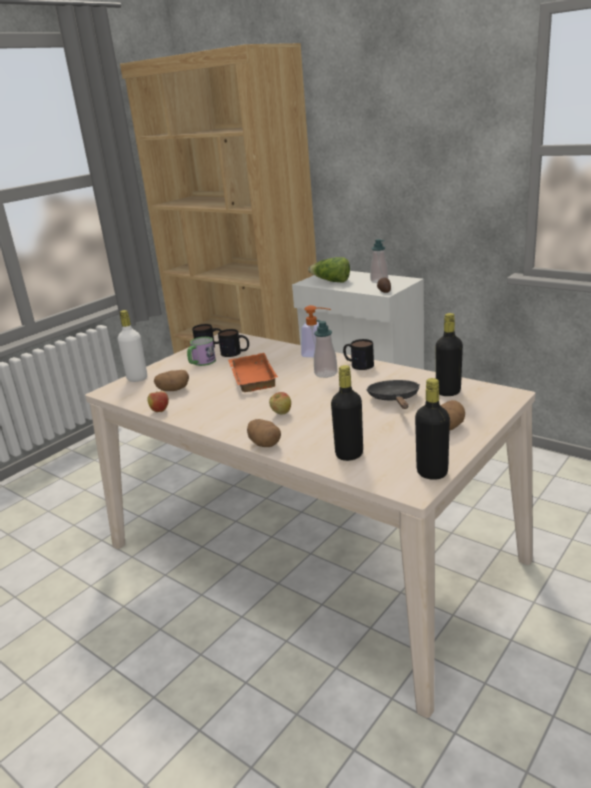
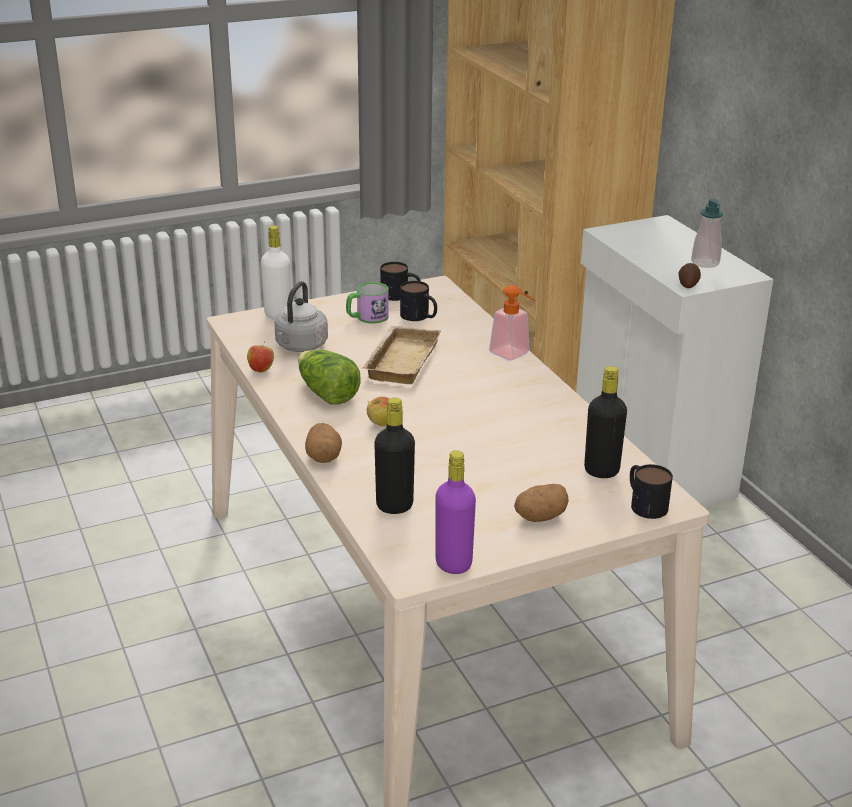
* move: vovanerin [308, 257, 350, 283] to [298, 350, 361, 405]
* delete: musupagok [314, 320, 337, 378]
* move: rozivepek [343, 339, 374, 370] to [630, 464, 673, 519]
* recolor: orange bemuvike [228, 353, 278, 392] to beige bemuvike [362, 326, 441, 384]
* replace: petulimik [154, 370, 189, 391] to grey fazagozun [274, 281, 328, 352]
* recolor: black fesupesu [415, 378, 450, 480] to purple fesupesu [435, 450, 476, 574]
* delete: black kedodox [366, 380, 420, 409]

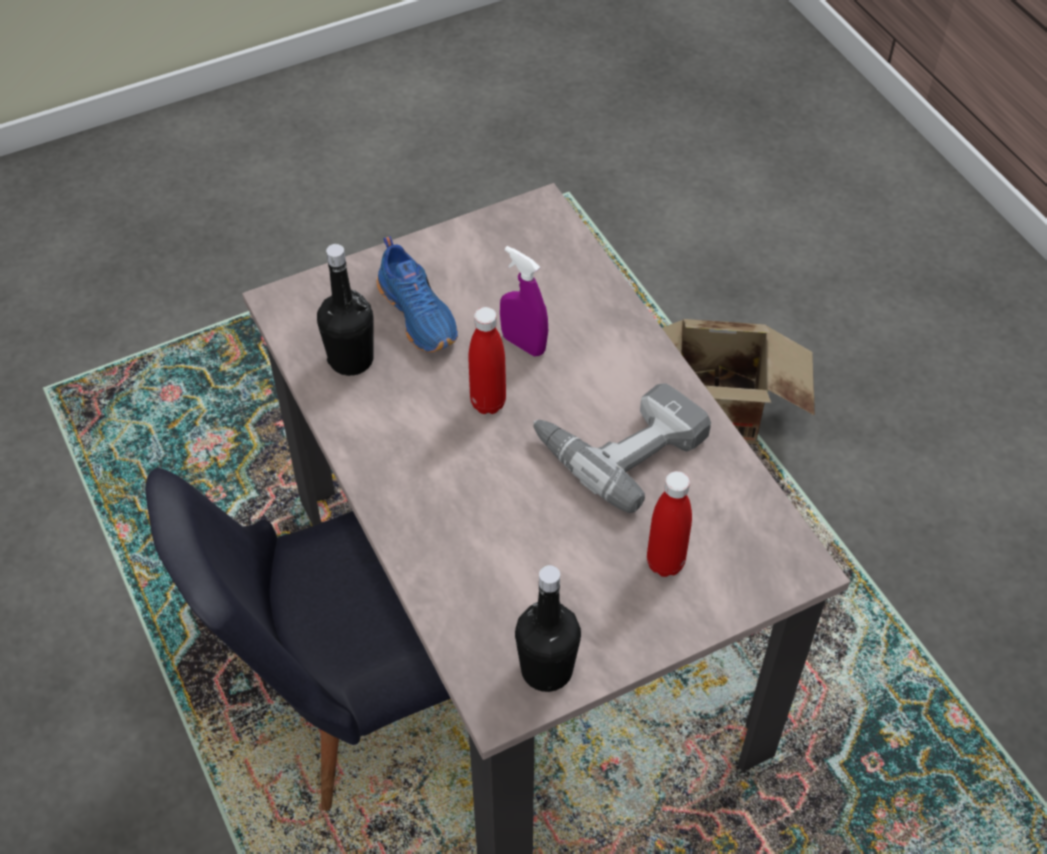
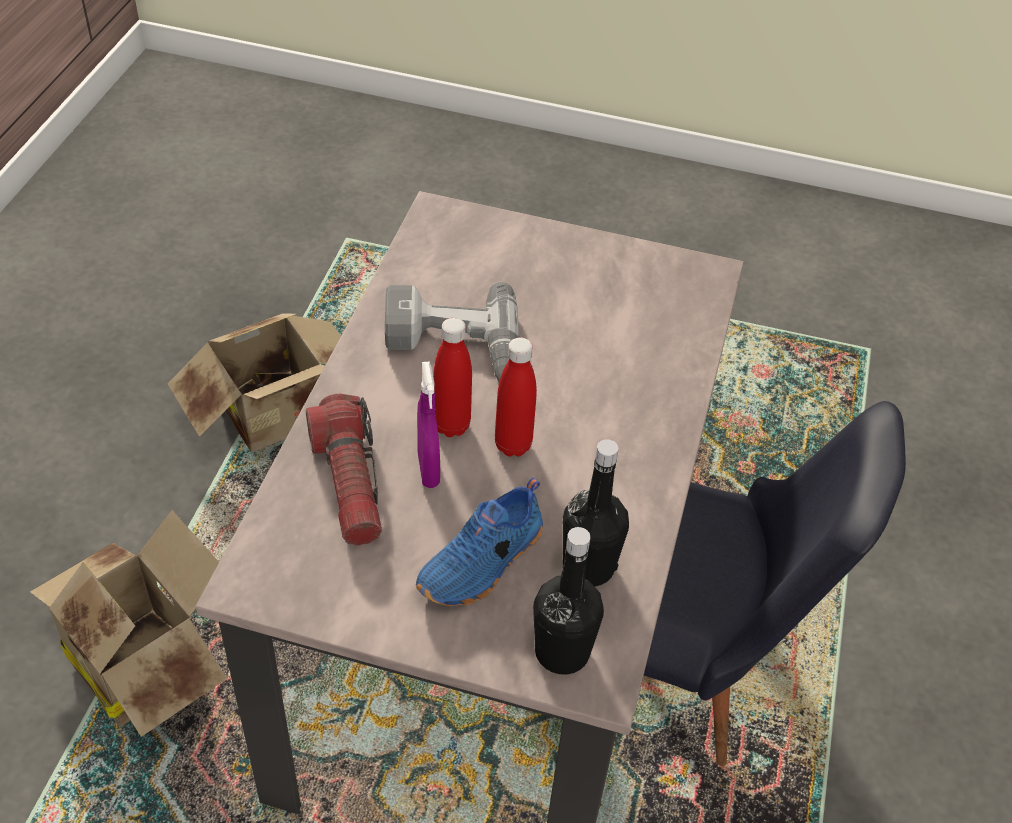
* rotate: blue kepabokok [377, 236, 458, 353] = [416, 478, 543, 606] 150 degrees counterclockwise
* move: red fesupesu [647, 471, 692, 577] to [433, 318, 472, 437]
* move: black fesupesu [515, 565, 581, 692] to [533, 527, 604, 675]
* insert: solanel [167, 313, 341, 453]
* insert: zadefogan [306, 394, 382, 546]

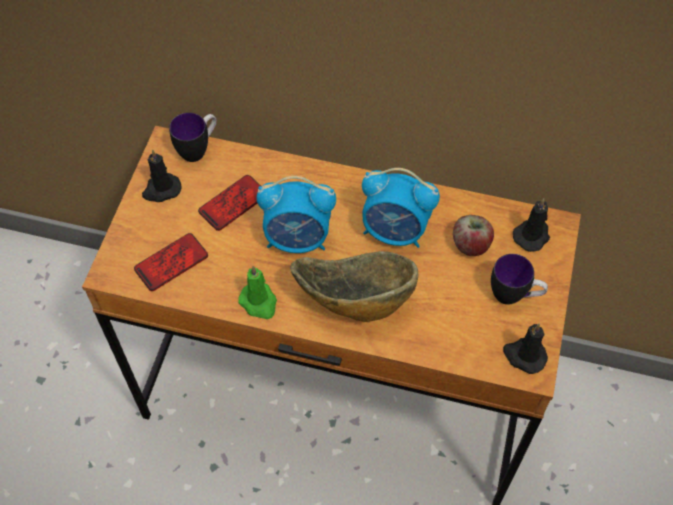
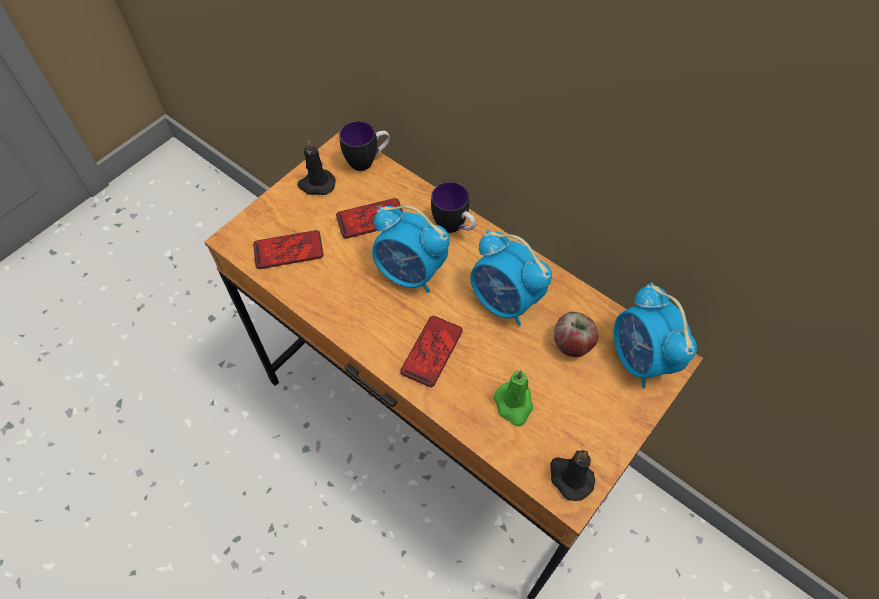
* replace: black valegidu [513, 198, 550, 252] to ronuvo [613, 282, 697, 388]
* replace: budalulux [290, 251, 418, 322] to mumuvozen [400, 316, 463, 387]
* move: rozivepek [491, 254, 548, 305] to [431, 182, 476, 233]
* move: green valegidu [238, 266, 277, 319] to [493, 370, 533, 427]

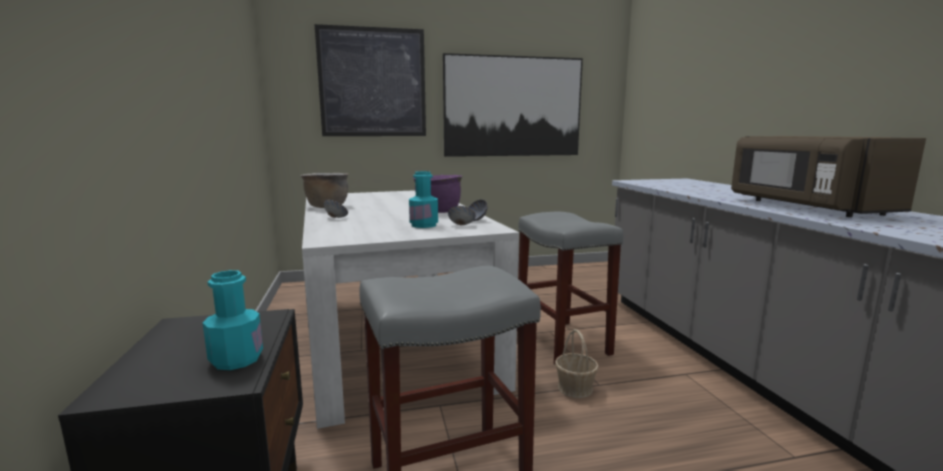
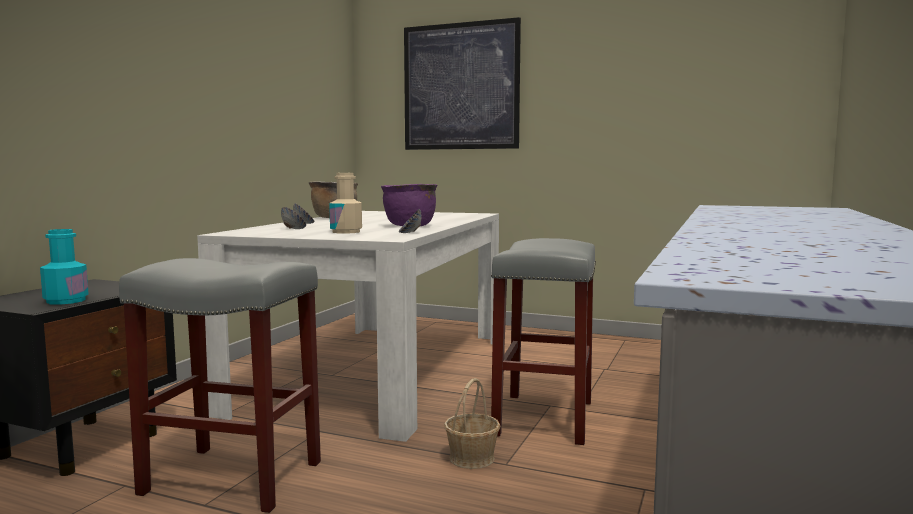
* delete: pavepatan [443, 53, 583, 157]
* delete: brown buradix [731, 136, 926, 217]
* recolor: turquoise fesupesu [409, 171, 438, 228] to beige fesupesu [329, 173, 362, 234]
* move: budalulux [448, 206, 476, 225] to [281, 207, 306, 229]

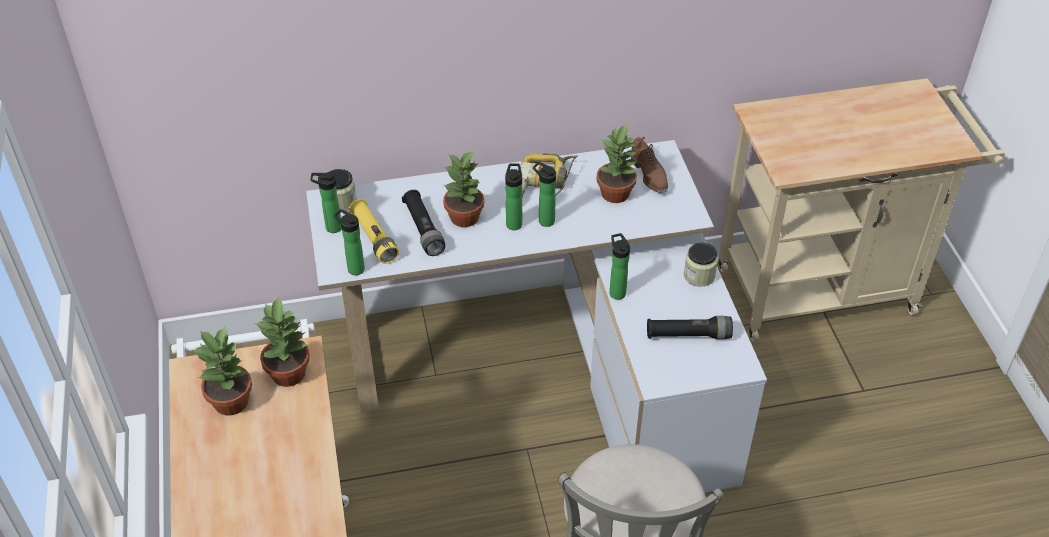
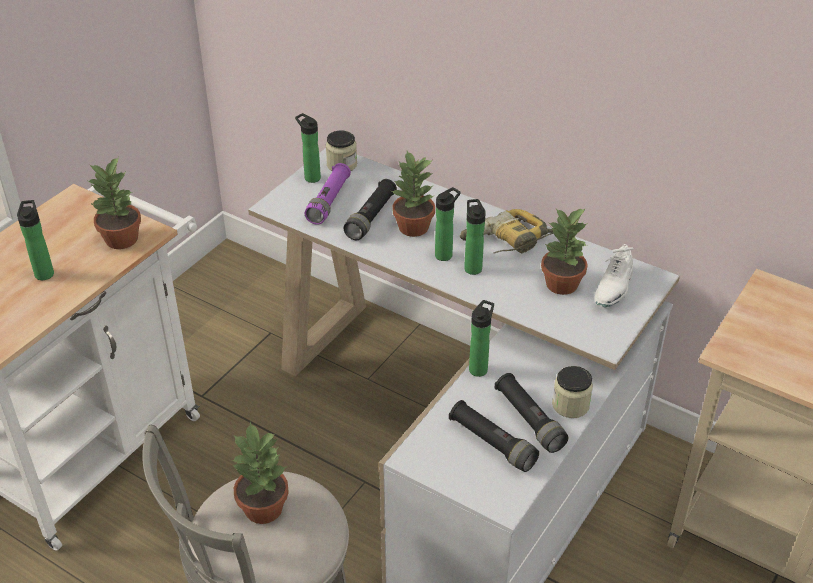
* recolor: brown kepabokok [631, 137, 668, 193] to white kepabokok [595, 244, 633, 308]
* recolor: yellow zadefogan [349, 199, 399, 264] to purple zadefogan [305, 163, 351, 225]
* move: fesupesu [334, 209, 365, 275] to [17, 200, 54, 280]
* move: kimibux [193, 326, 252, 415] to [231, 422, 289, 524]
* insert: black zadefogan [495, 373, 568, 453]

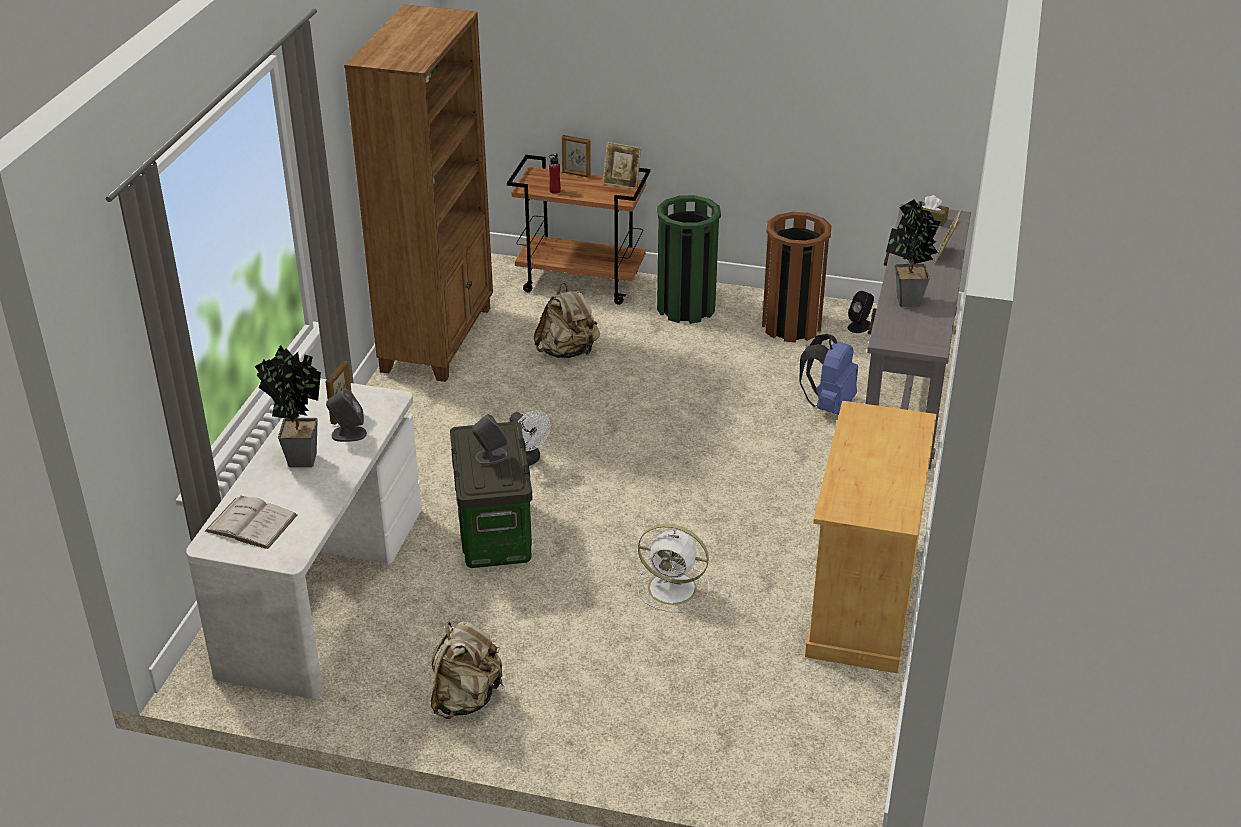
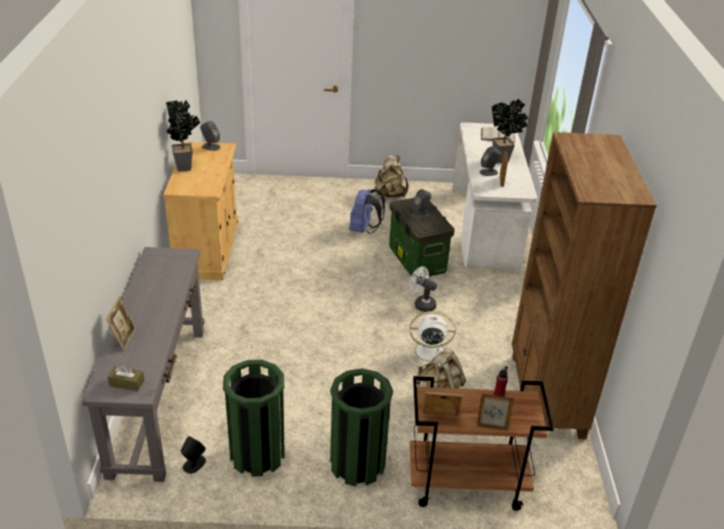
* move: kimibux [886, 200, 941, 307] to [166, 100, 200, 172]
* recolor: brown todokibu [762, 212, 831, 342] to green todokibu [223, 360, 285, 477]
* move: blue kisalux [799, 334, 858, 415] to [349, 189, 385, 234]
* move: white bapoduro [637, 524, 709, 612] to [407, 311, 456, 367]
* insert: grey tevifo [200, 121, 221, 151]

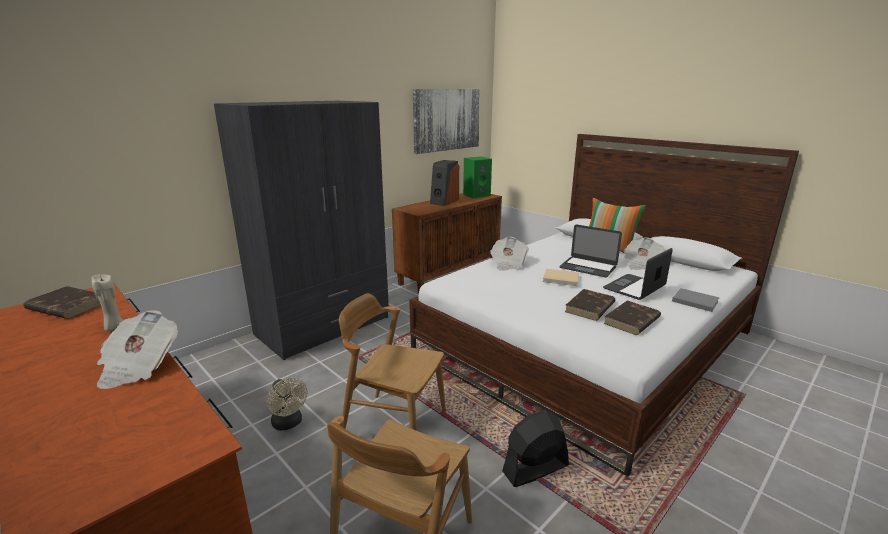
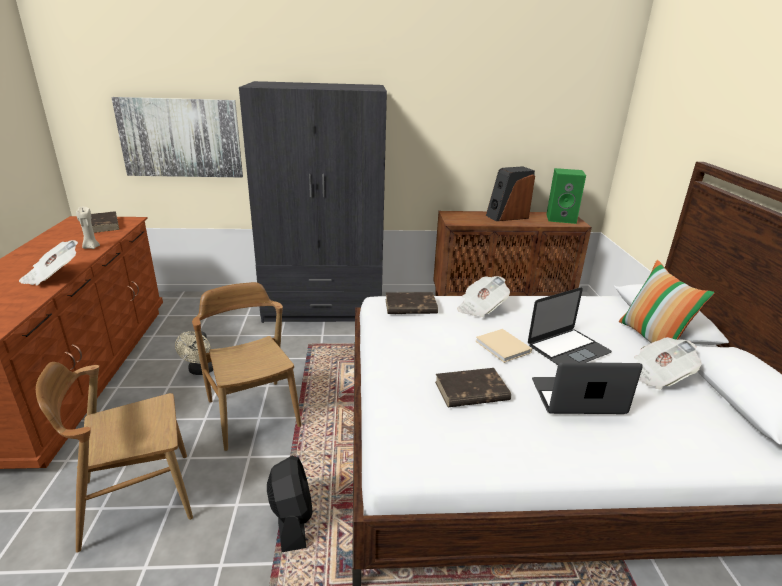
* move: pavepatan [413, 89, 480, 154] to [111, 97, 243, 177]
* rotate: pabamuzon [559, 225, 622, 277] = [528, 287, 612, 365] 105 degrees counterclockwise
* delete: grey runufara [672, 288, 720, 312]
* move: brown runufara [603, 301, 661, 335] to [385, 292, 438, 314]
* rotate: black bapoduro [502, 411, 569, 487] = [267, 456, 313, 552] 60 degrees clockwise

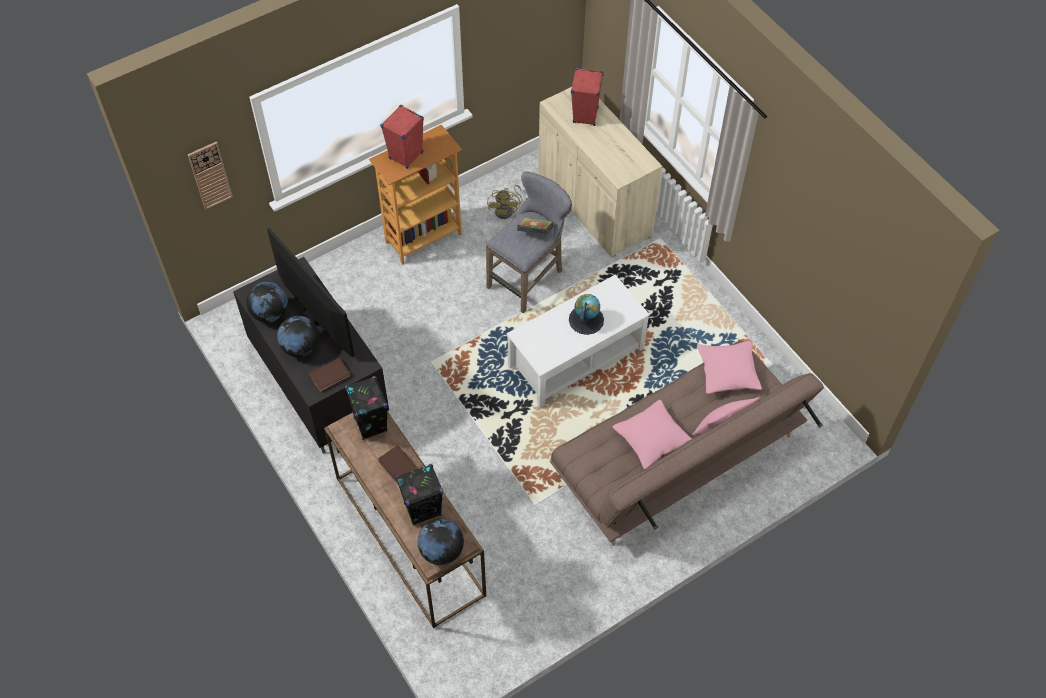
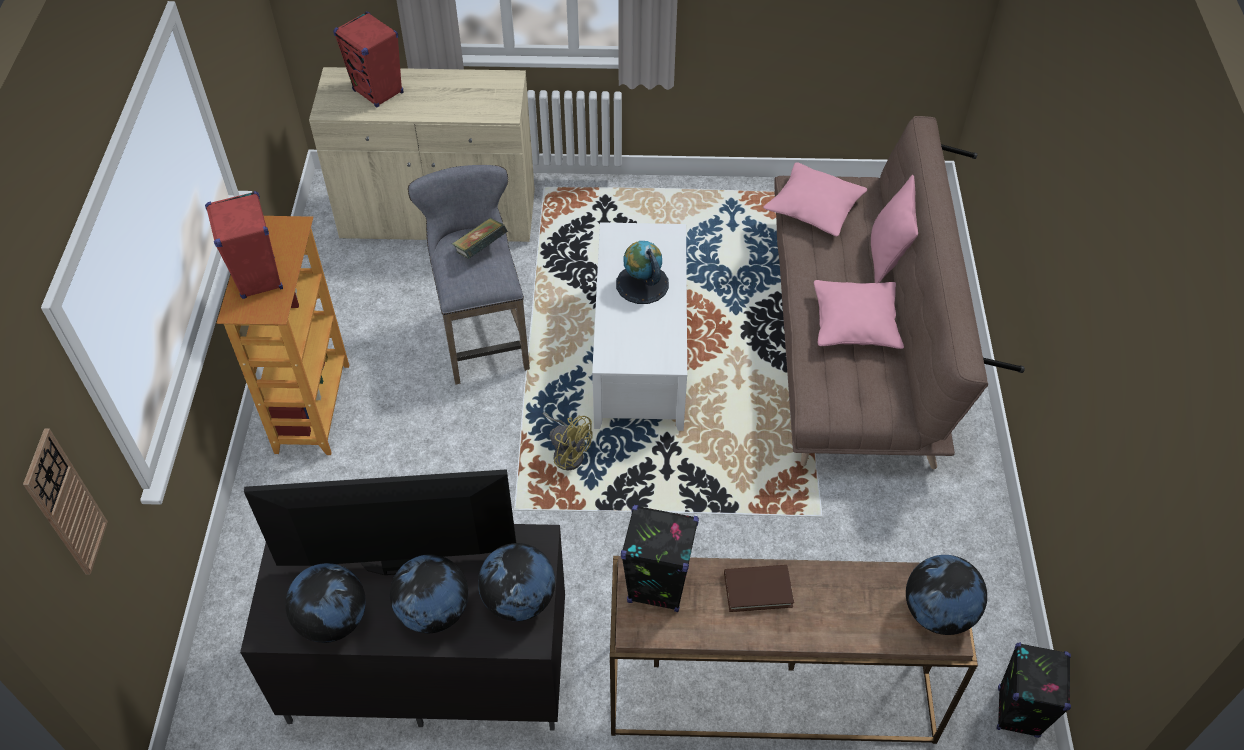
* move: yellow bapoduro [487, 185, 523, 219] to [543, 412, 593, 470]
* replace: brown runufara [309, 358, 351, 393] to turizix [478, 543, 555, 621]
* move: black tevifo [396, 464, 443, 526] to [997, 642, 1071, 738]

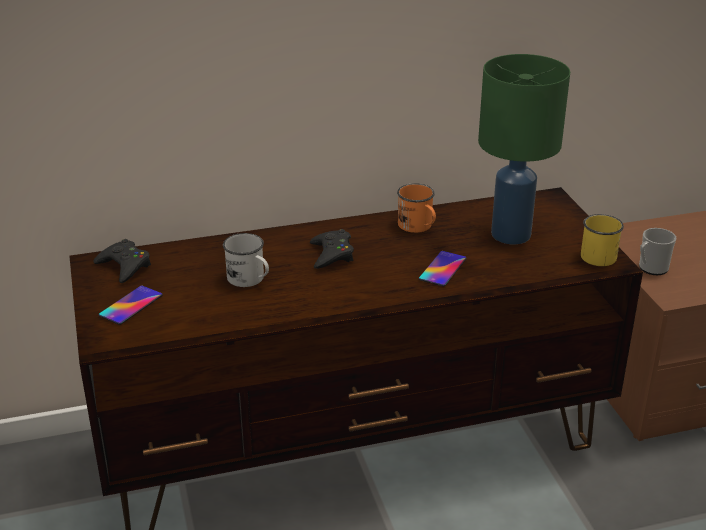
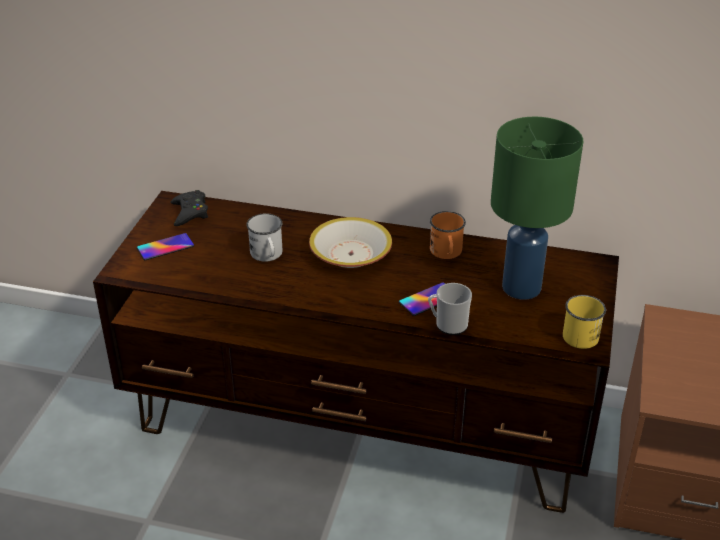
* move: rozivepek [639, 228, 676, 275] to [428, 283, 472, 335]
* replace: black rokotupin [310, 229, 354, 269] to budalulux [309, 217, 392, 268]

